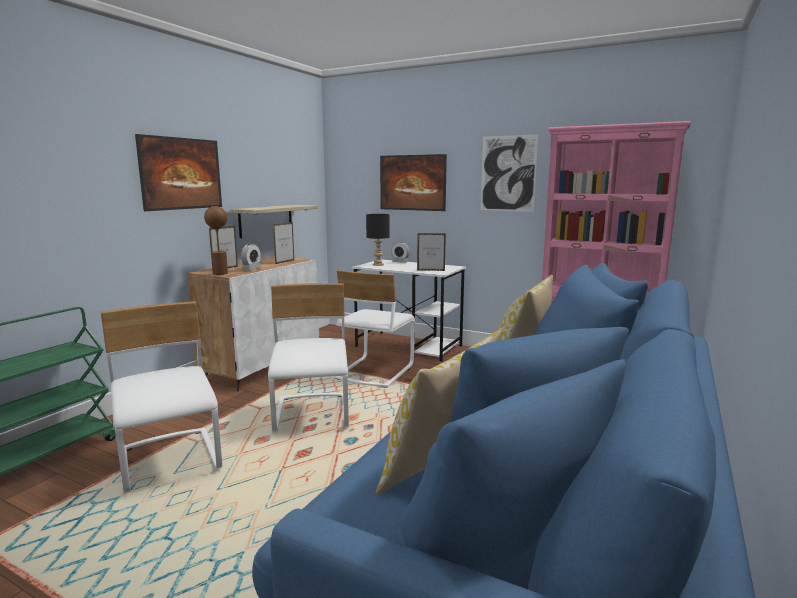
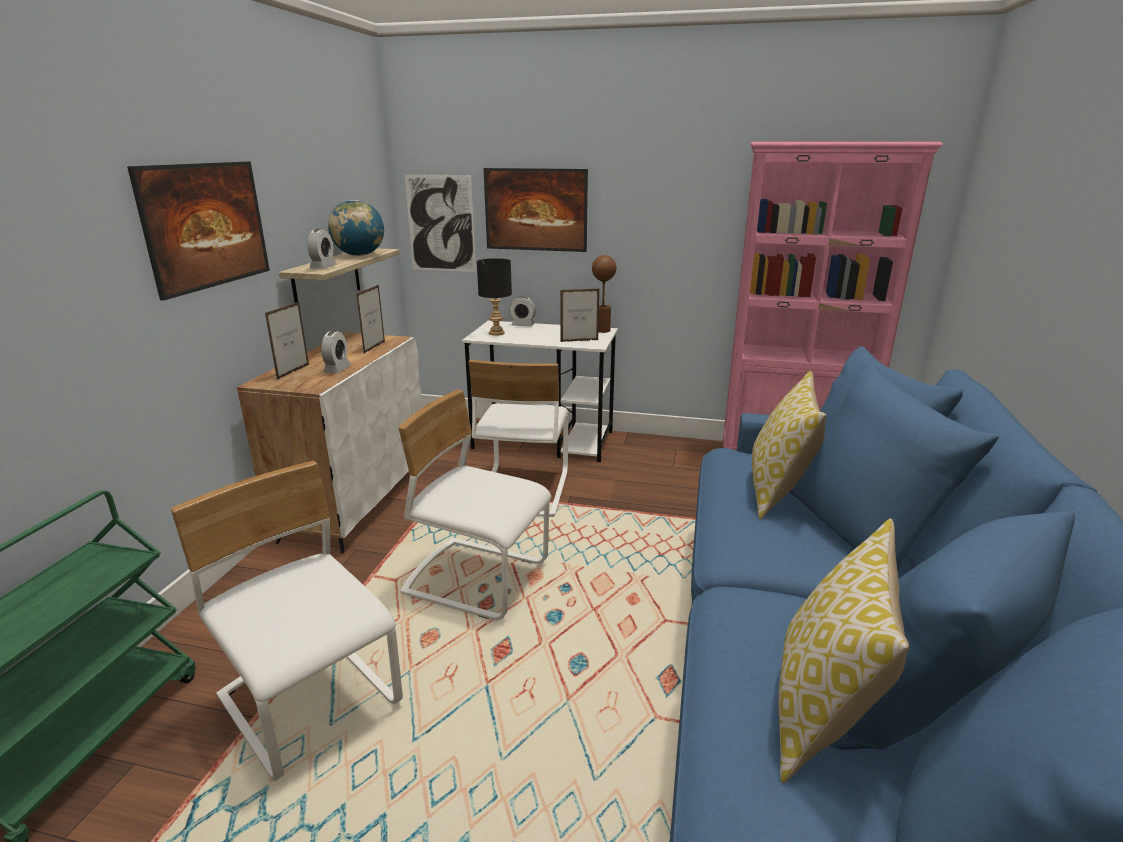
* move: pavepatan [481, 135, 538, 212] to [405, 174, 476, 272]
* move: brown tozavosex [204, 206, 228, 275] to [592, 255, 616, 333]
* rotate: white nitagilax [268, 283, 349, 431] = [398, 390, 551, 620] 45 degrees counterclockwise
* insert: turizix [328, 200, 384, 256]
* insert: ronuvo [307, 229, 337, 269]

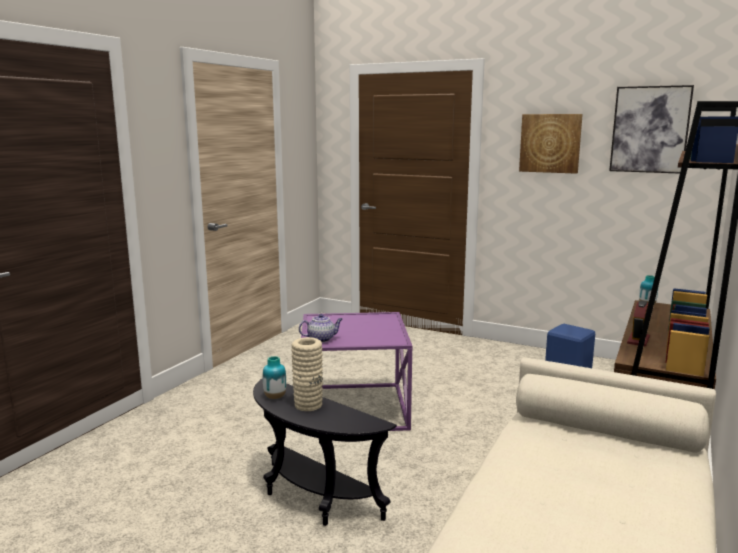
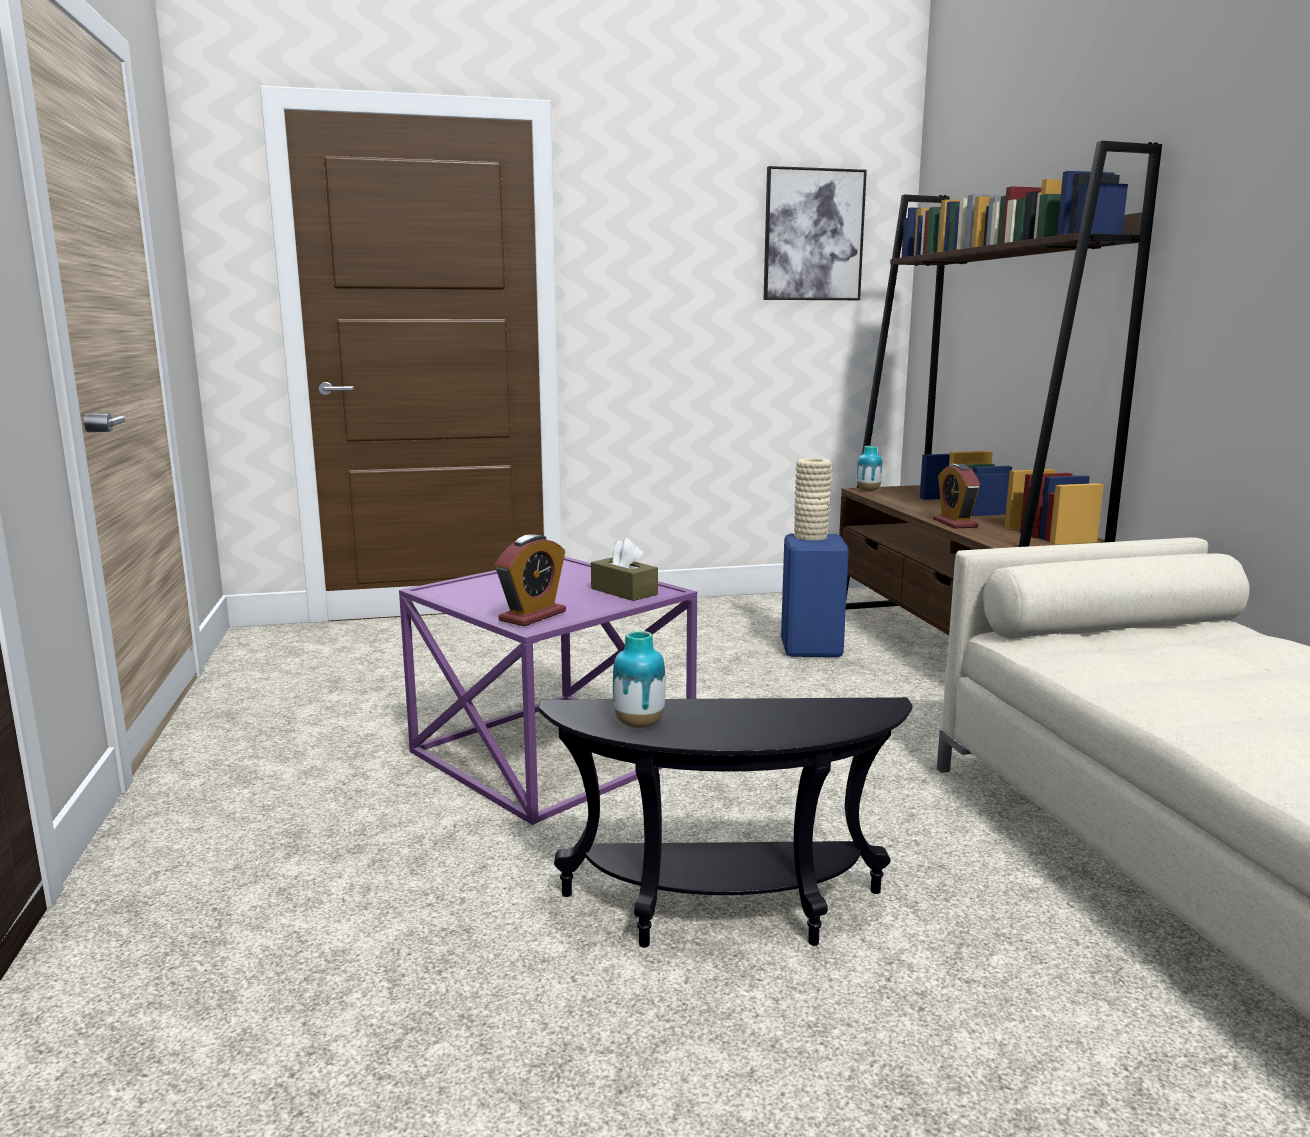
* delete: pavepatan [519, 114, 583, 174]
* replace: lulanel [299, 314, 342, 342] to ronuvo [495, 535, 566, 626]
* move: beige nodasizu [291, 337, 323, 411] to [794, 458, 832, 540]
* insert: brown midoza [591, 538, 658, 601]

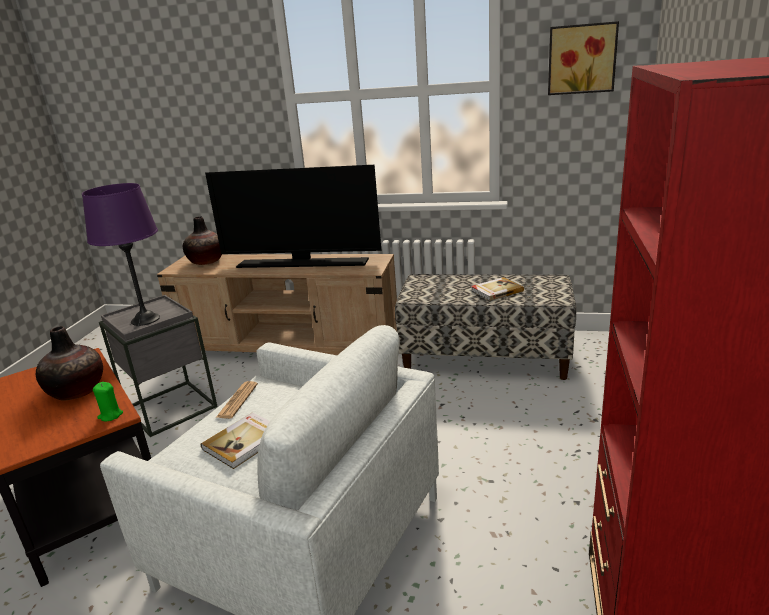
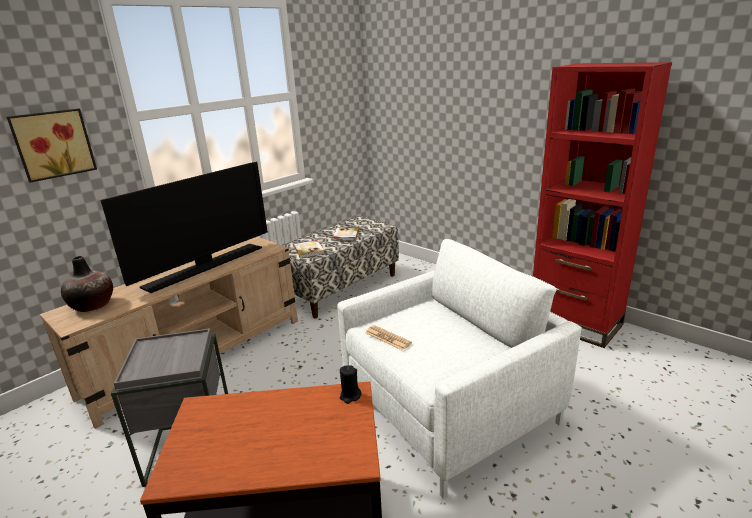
* move: pavepatan [548, 21, 619, 95] to [7, 108, 97, 183]
* delete: purple tozavosex [82, 183, 160, 326]
* delete: nodasizu [36, 326, 103, 401]
* recolor: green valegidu [93, 382, 123, 421] to black valegidu [340, 365, 362, 404]
* move: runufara [201, 412, 270, 469] to [294, 240, 324, 258]

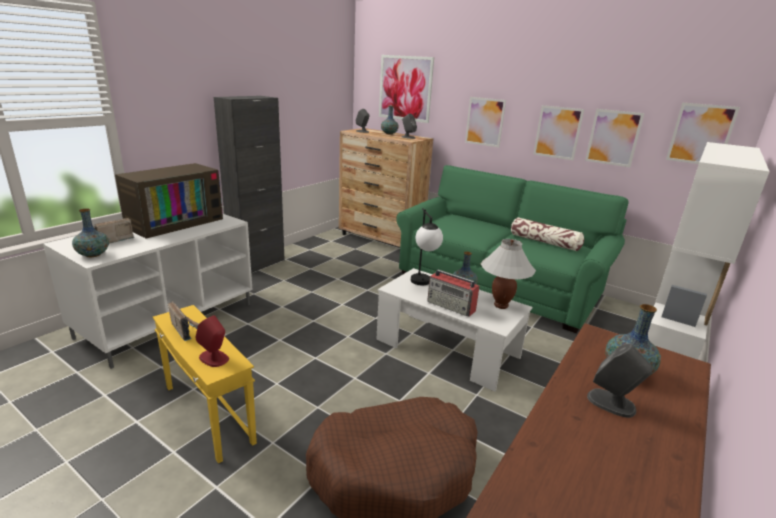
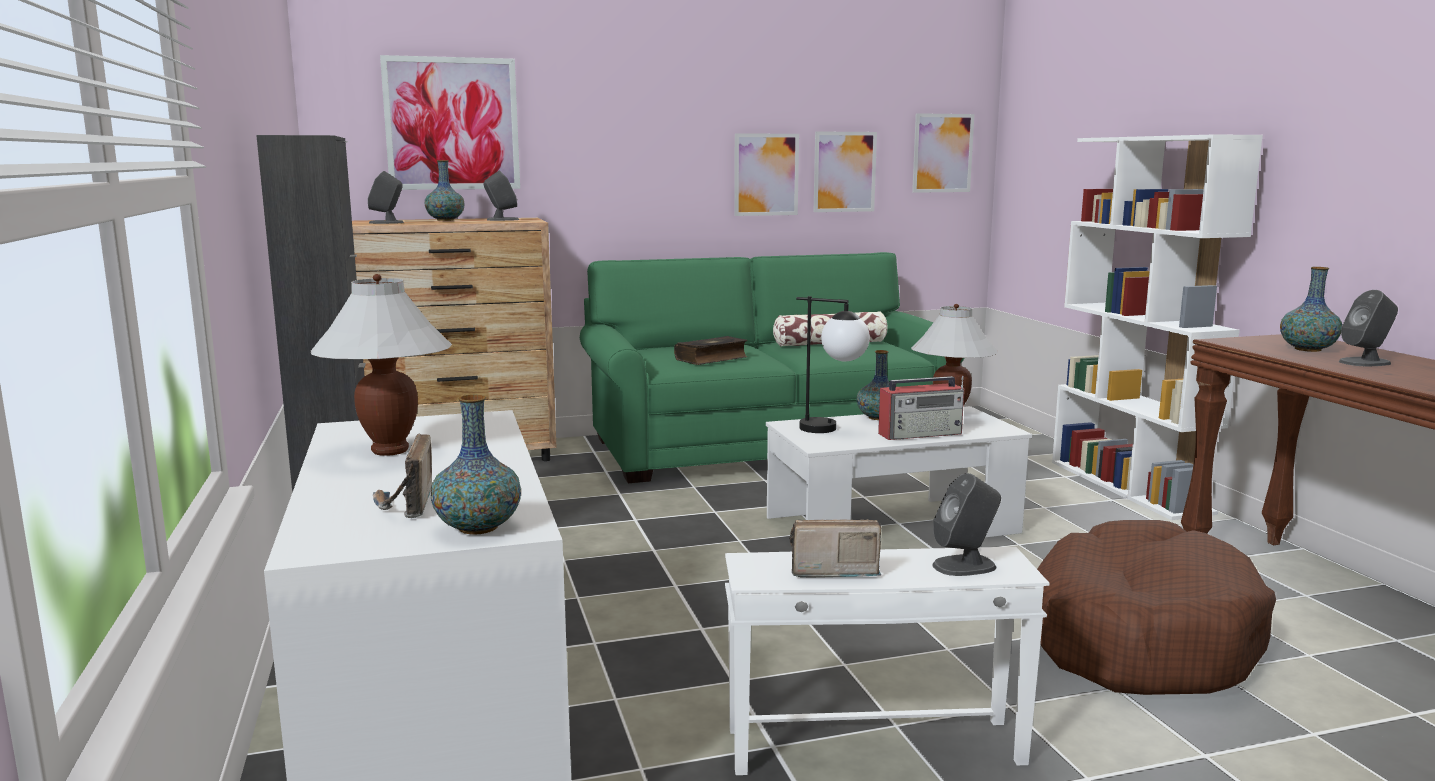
* delete: pavepatan [465, 97, 506, 148]
* replace: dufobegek [115, 163, 223, 239] to white tozavosex [311, 274, 452, 456]
* recolor: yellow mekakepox [153, 305, 257, 464] to white mekakepox [725, 547, 1049, 775]
* recolor: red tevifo [195, 315, 229, 367] to grey tevifo [932, 473, 1001, 576]
* insert: runufara [674, 336, 747, 365]

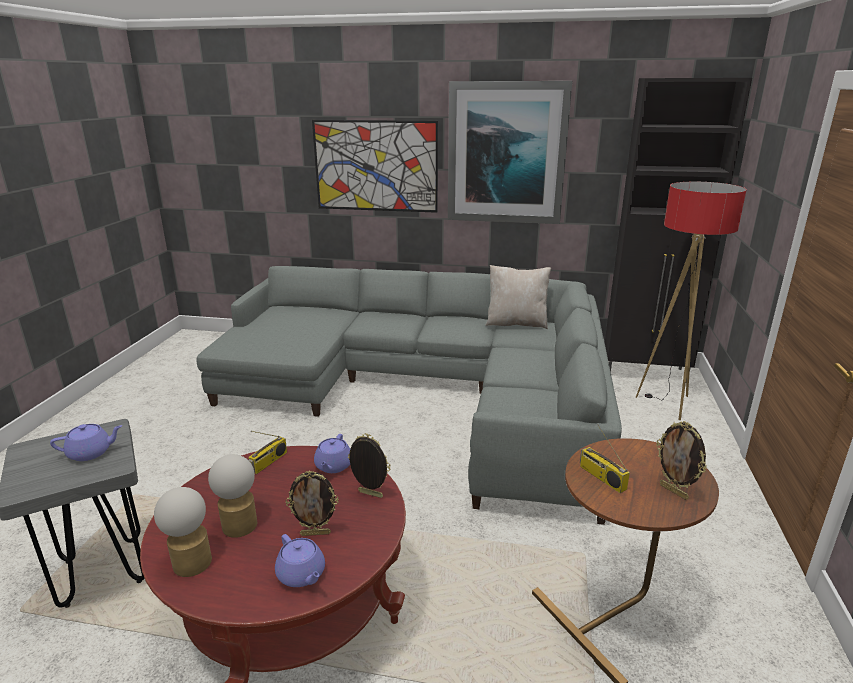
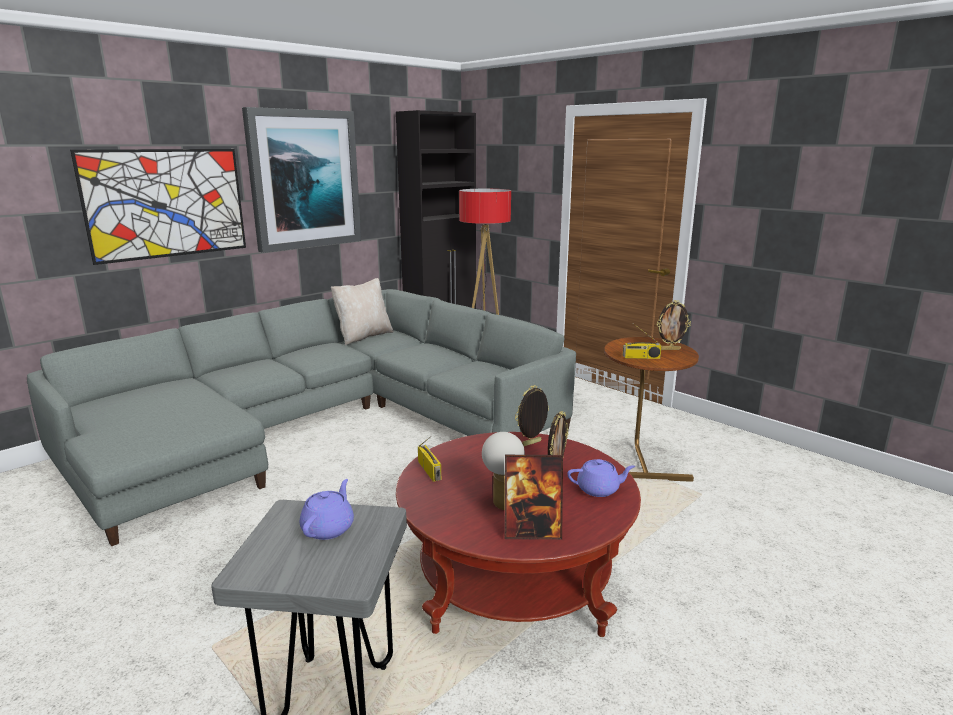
* delete: purple lulanel [314, 434, 350, 473]
* replace: tozavosex [154, 487, 212, 577] to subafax [504, 455, 563, 540]

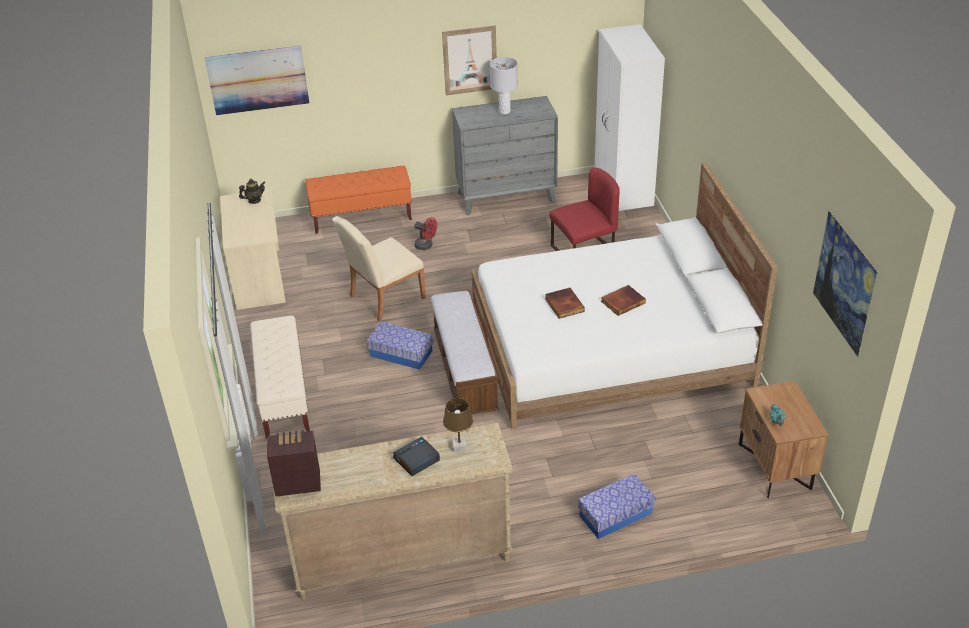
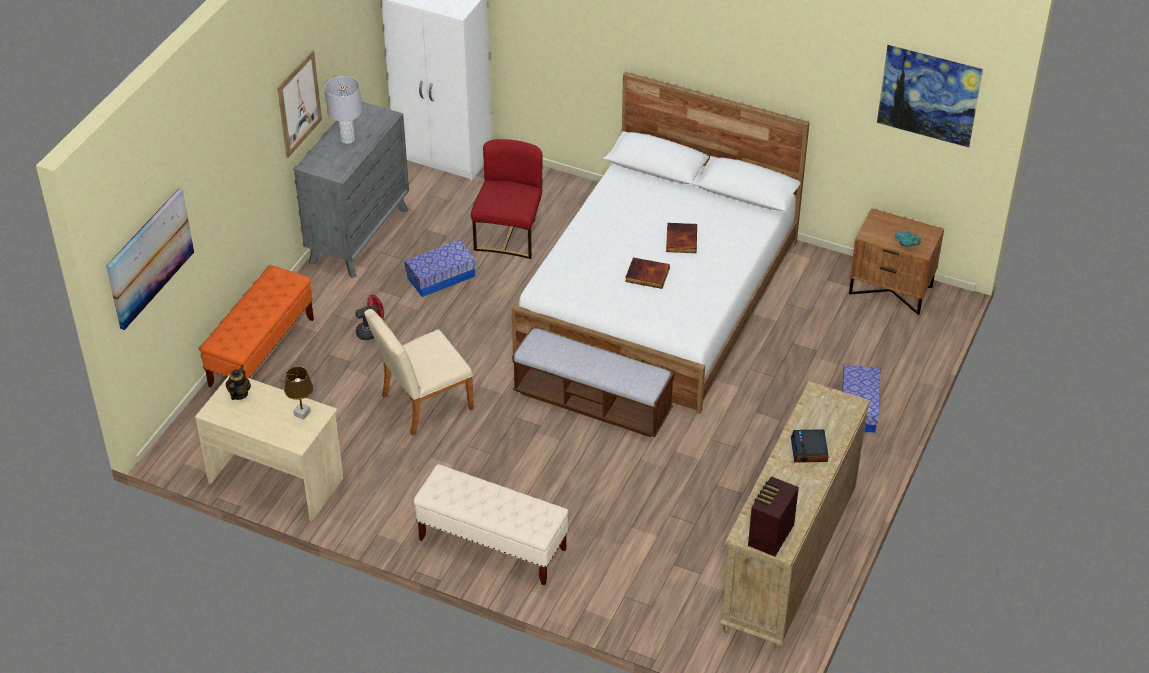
* rotate: beige nitagilax [332, 216, 426, 321] = [364, 309, 474, 436] 60 degrees clockwise
* move: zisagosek [367, 321, 433, 370] to [404, 240, 476, 297]
* move: brown tozavosex [443, 398, 473, 452] to [284, 367, 314, 420]

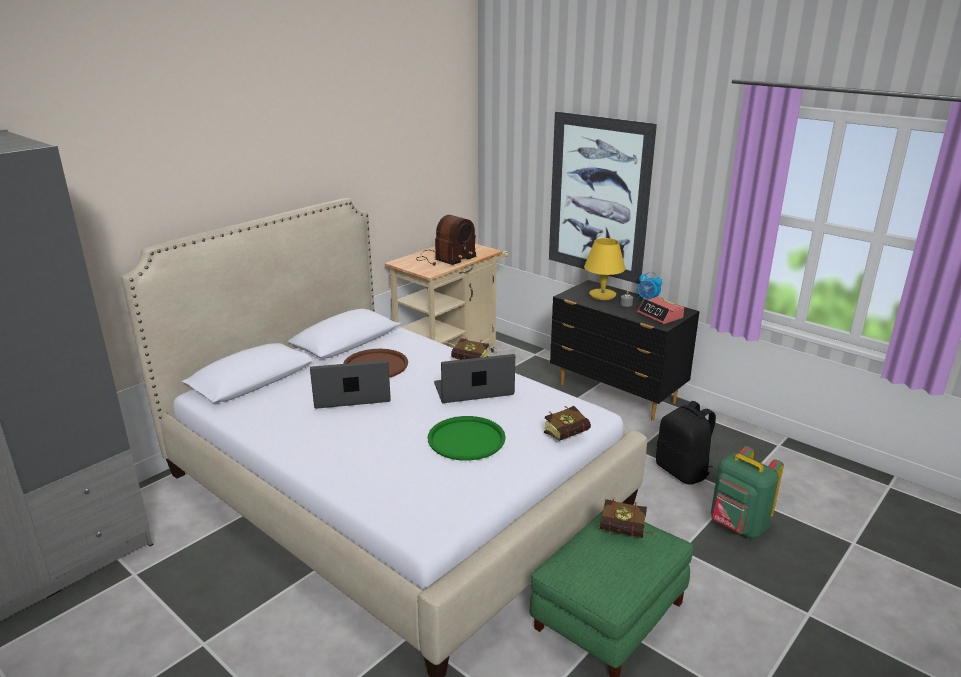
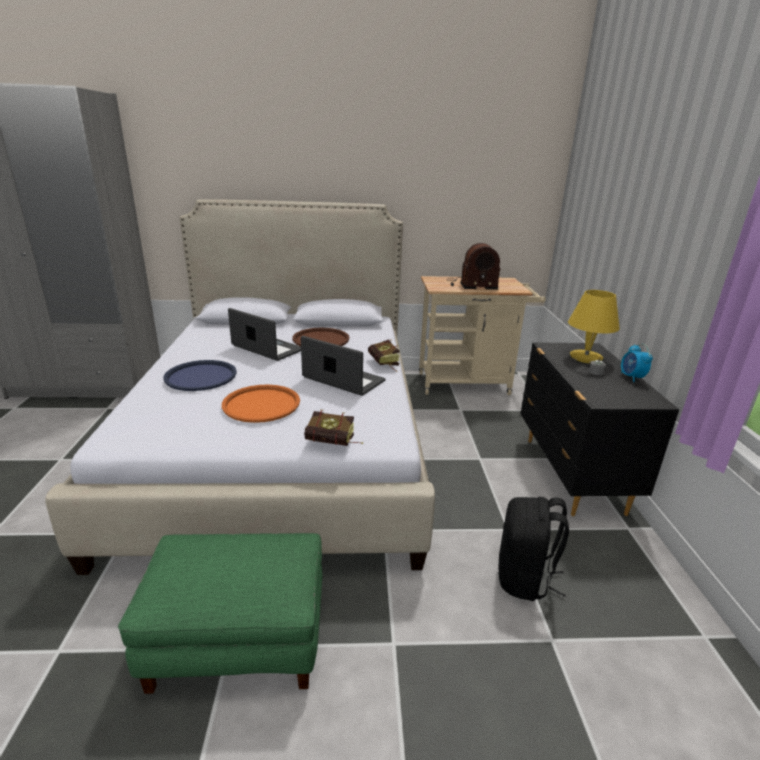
* delete: pavepatan [549, 111, 657, 284]
* delete: ronuvo [637, 297, 684, 324]
* recolor: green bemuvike [428, 416, 506, 461] to orange bemuvike [222, 385, 300, 423]
* delete: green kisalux [711, 446, 784, 539]
* delete: runufara [600, 498, 655, 538]
* insert: blue bemuvike [163, 360, 237, 391]

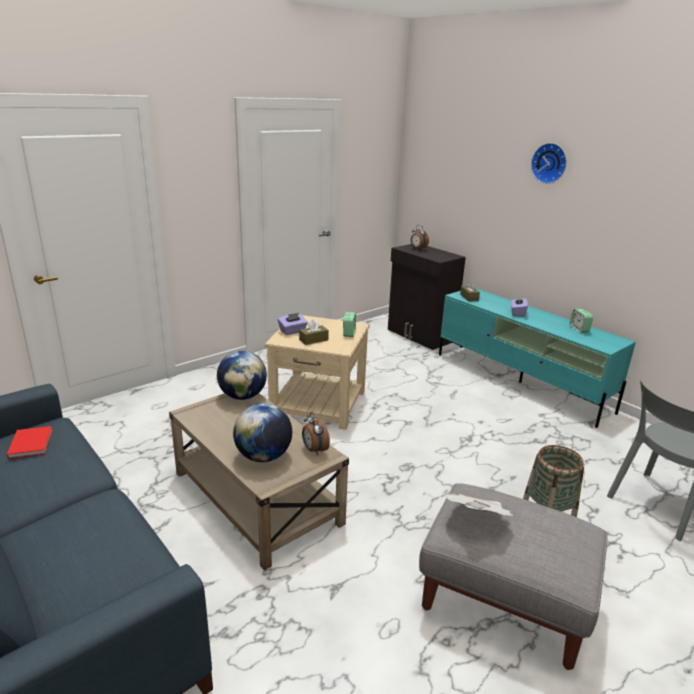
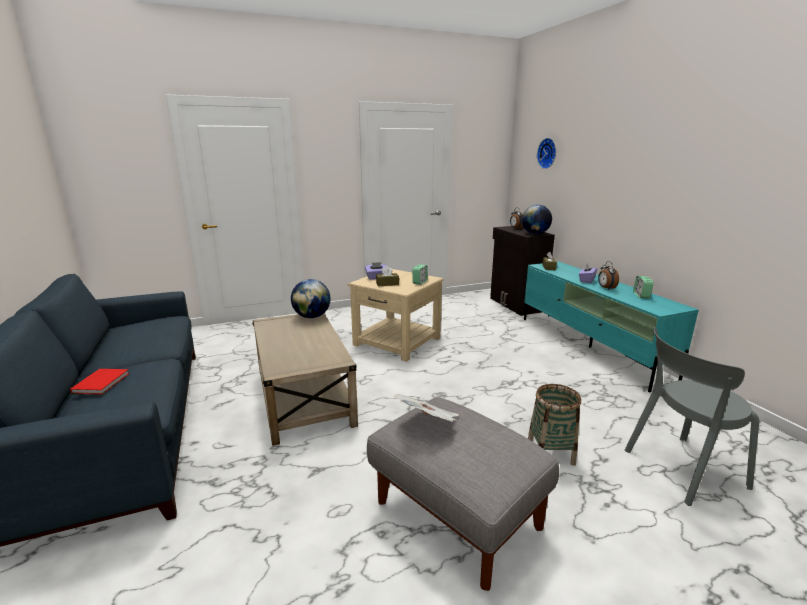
* move: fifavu [531, 143, 567, 184] to [537, 138, 556, 169]
* move: turizix [233, 403, 292, 462] to [522, 205, 552, 234]
* move: ronuvo [302, 412, 330, 455] to [598, 261, 619, 290]
* move: red runufara [7, 426, 53, 459] to [70, 369, 129, 395]

